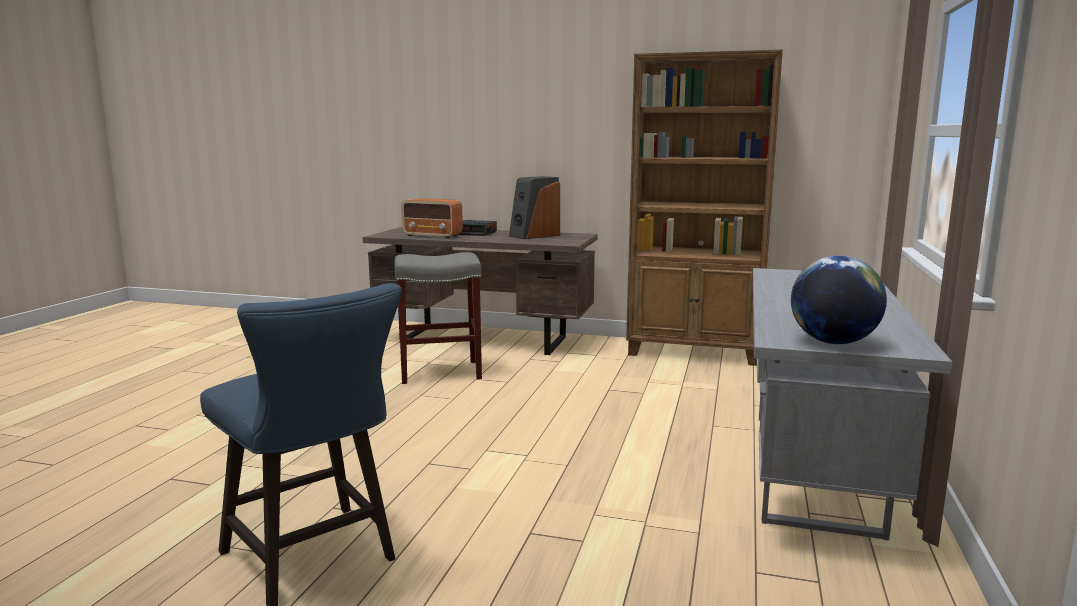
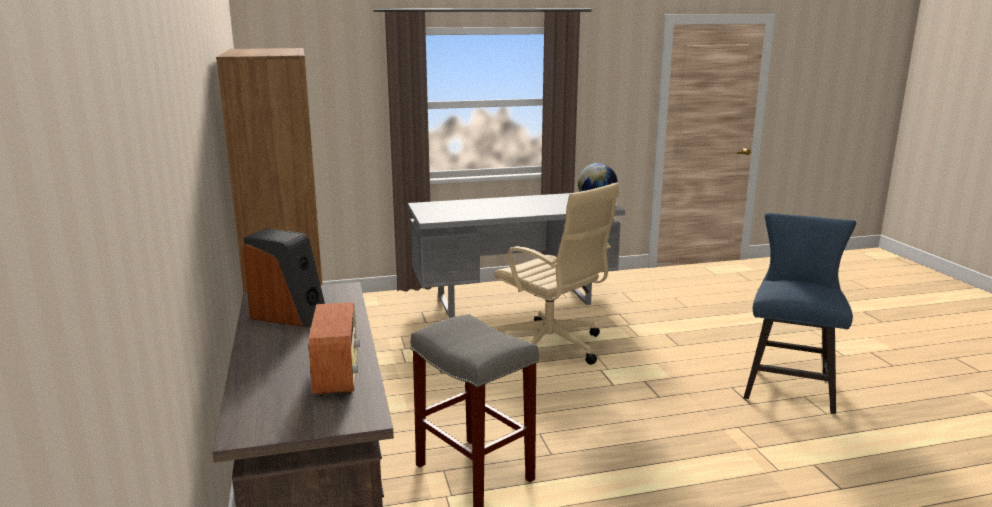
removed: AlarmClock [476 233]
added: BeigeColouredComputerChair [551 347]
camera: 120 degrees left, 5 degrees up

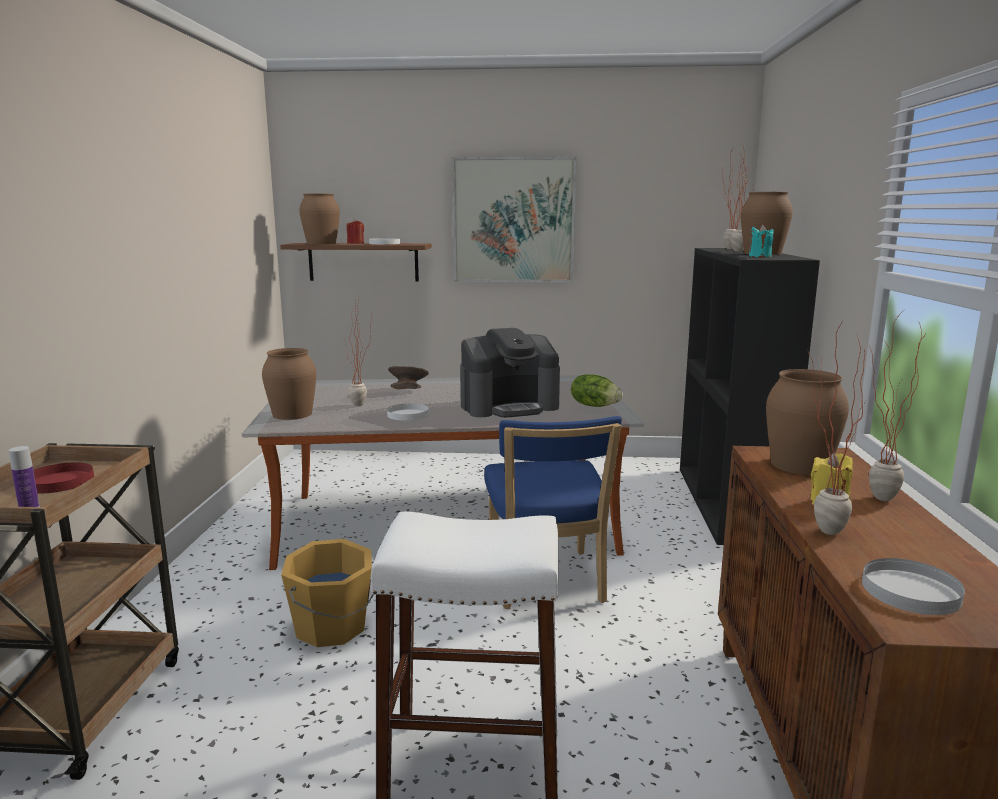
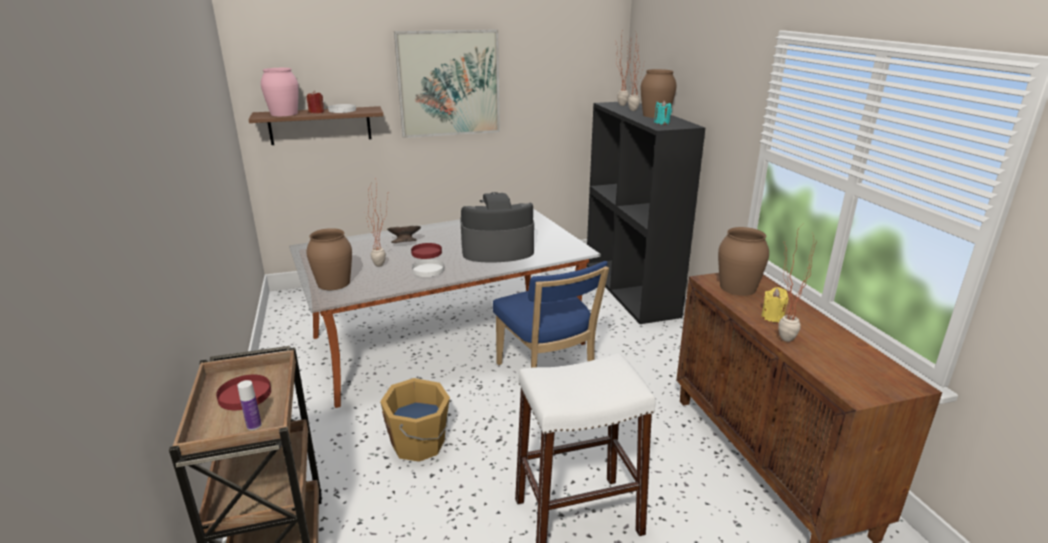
removed: Lettuce [594 405]; WhiteFlatDish [911 591]; PlantInAPot [873 499]
added: RedColouredFlatDish [426 253]
recoloured: BrownishVase [321 243] to PinkVase [284 114]
turned: CoffeeMaker [509 406] = [497 250] 150 degrees counterclockwise
camera: 20 degrees left, 10 degrees up

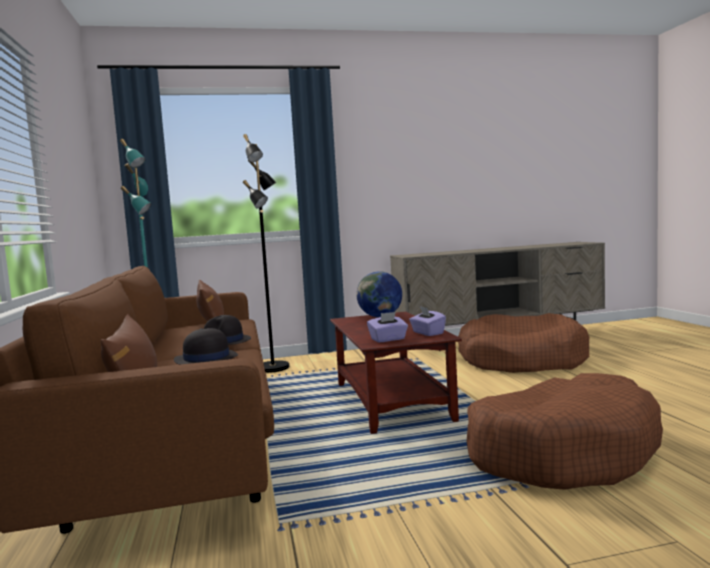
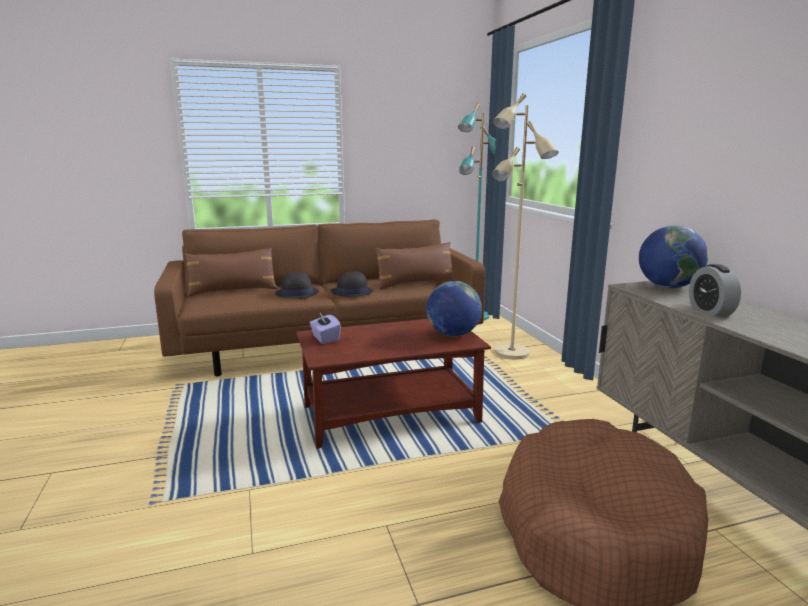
removed: PurpleColouredBoxOfTissues [427 333]; BrownishPetBed [561 452]
added: DeskGlobe [668 286]; AlarmClock [710 311]
recoloured: BlackColouredFloorLamp [274 368] to BeigeColouredFloorLamp [511 353]
camera: 85 degrees right, 10 degrees up

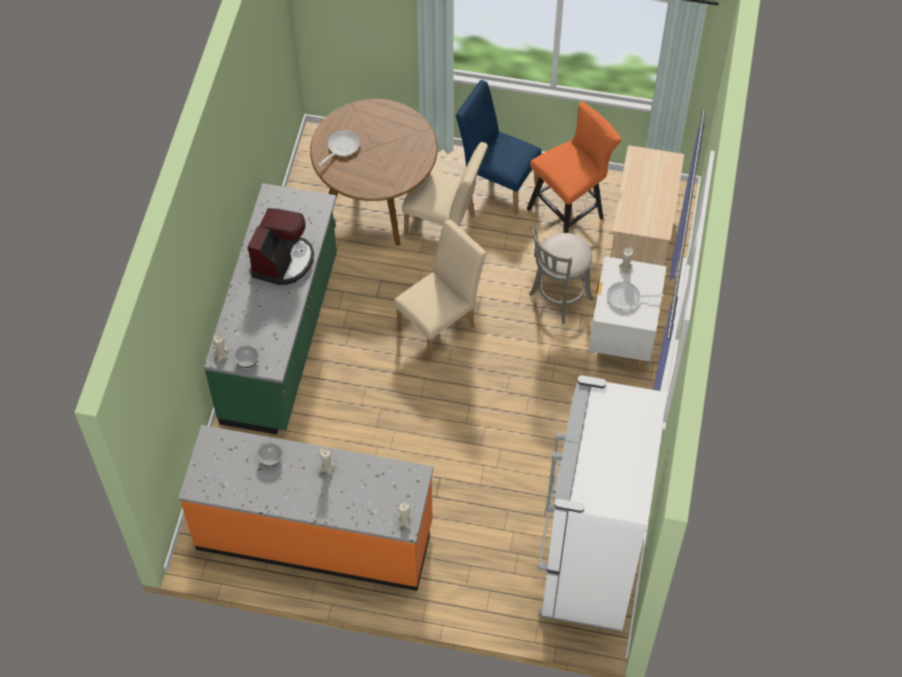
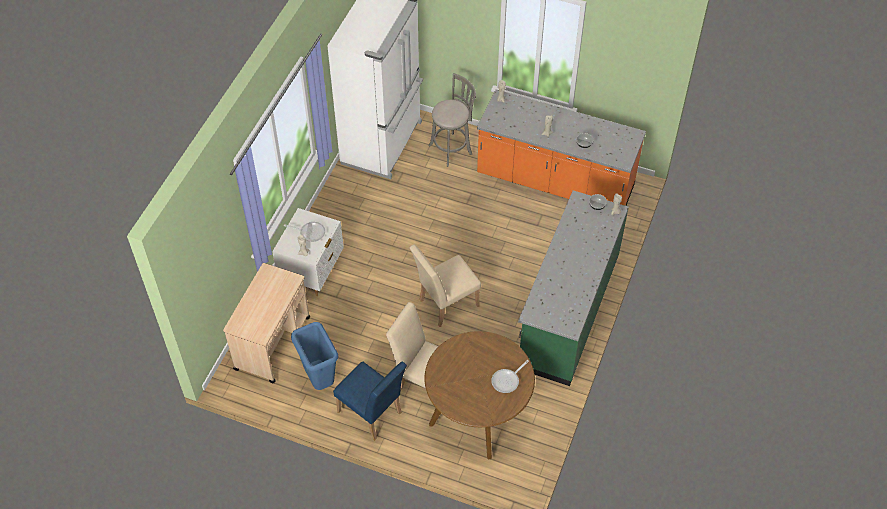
removed: CoffeeMaker [283 261]
moved: GreyStoolSeat [558 299] to [452 149]
replaced: OrangeyStoolSeat [570 212] to BlueTrashCan [319 380]
camera: 170 degrees left, 5 degrees down

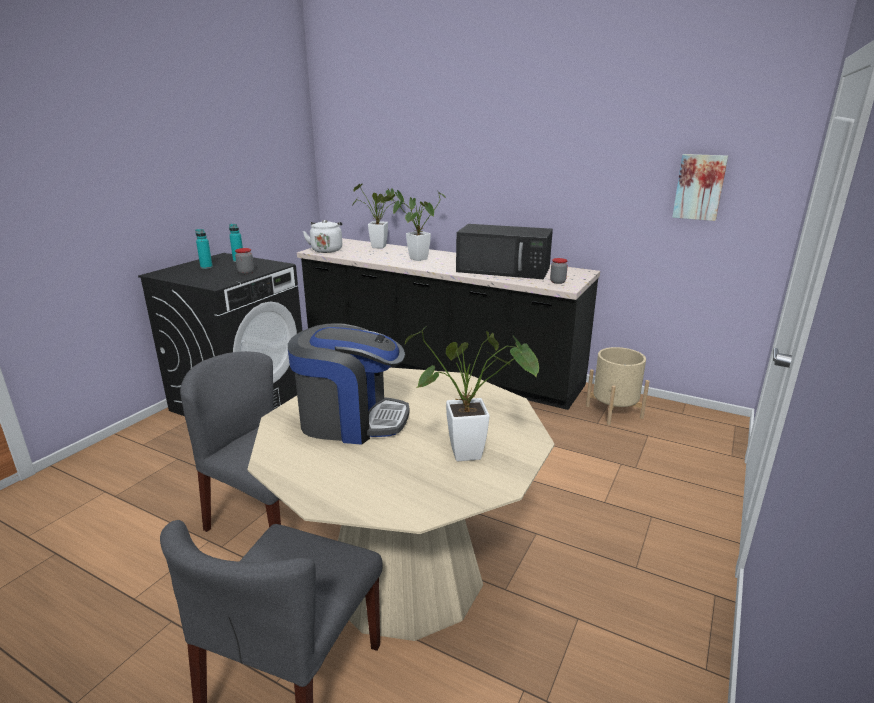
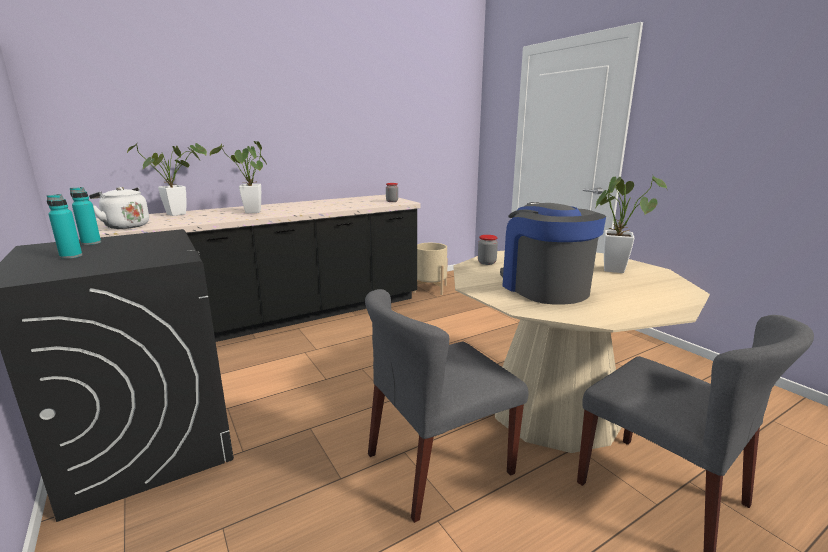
removed: BlackColouredMicrowave [504 269]; WallPicture [699 187]
moved: StorageJar [246 272] to [486 262]
turned: CoffeeMaker [351 420] = [543 288] 60 degrees counterclockwise
camera: 60 degrees left, 5 degrees down

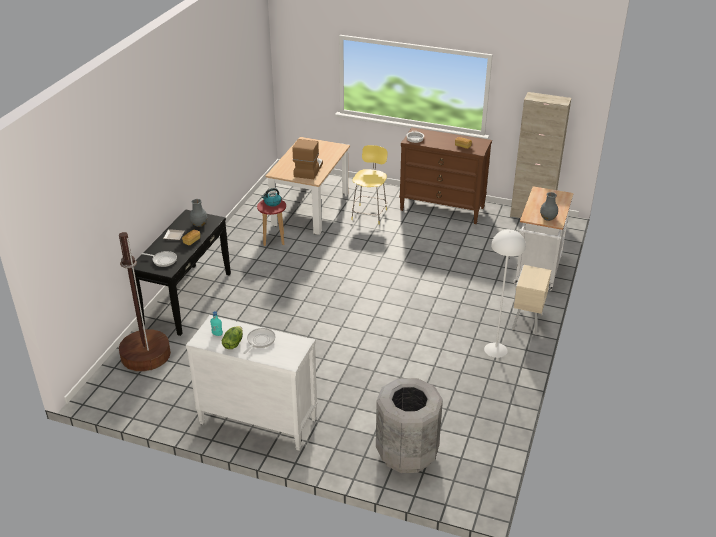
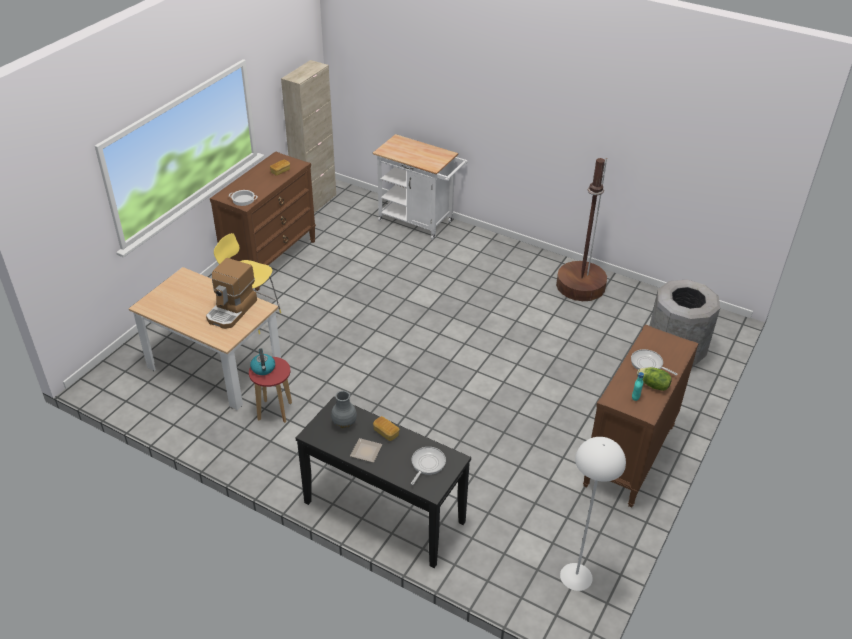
removed: BeigeColouredNightTable [526 322]; GreyVase [548 218]
moved: BrownishFloorLamp [145 355] to [580 286]; WhiteFloorLamp [495 350] to [576 577]
recoloured: WhiteDresser [257 421] to BrownishDresser [629 456]
turned: CoffeeMaker [308 170] = [232 310] 90 degrees counterclockwise
camera: 80 degrees left, 5 degrees up

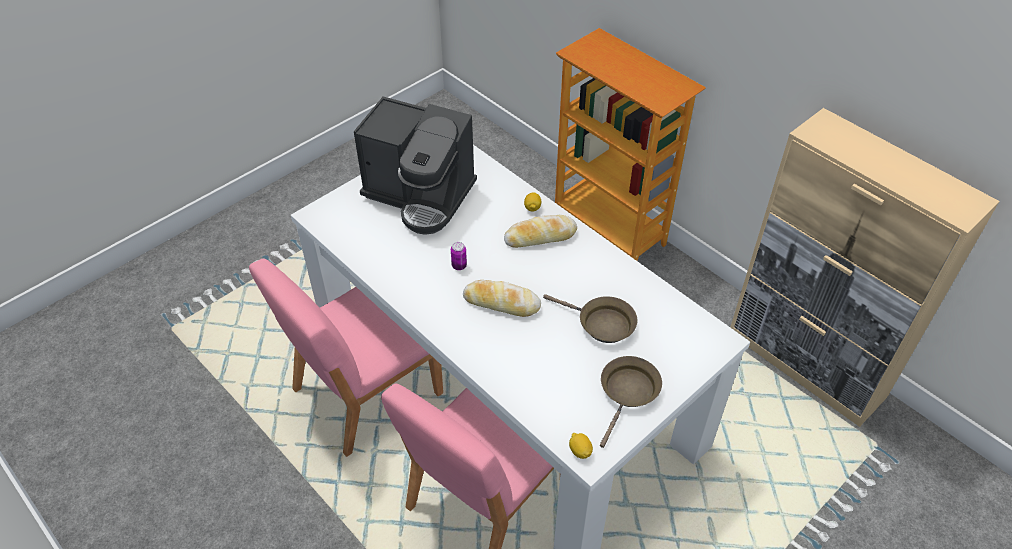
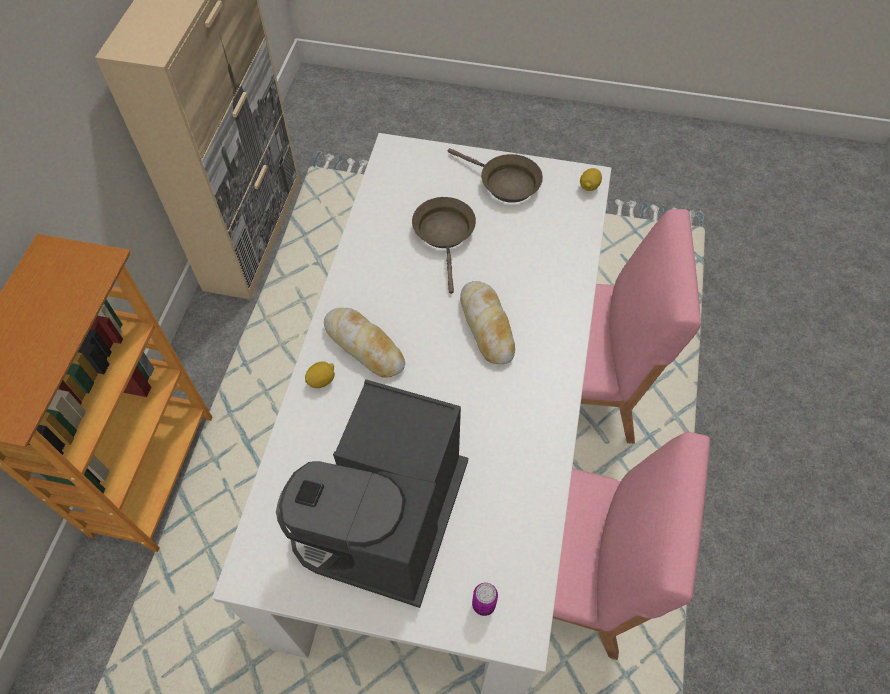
moved: SealedCan [459 266] to [483 604]
turned: CoffeeMaker [420 195] = [386 521] 150 degrees counterclockwise; BrownishSkillet [628 393] = [505 183] 135 degrees counterclockwise
camera: 125 degrees left, 10 degrees up

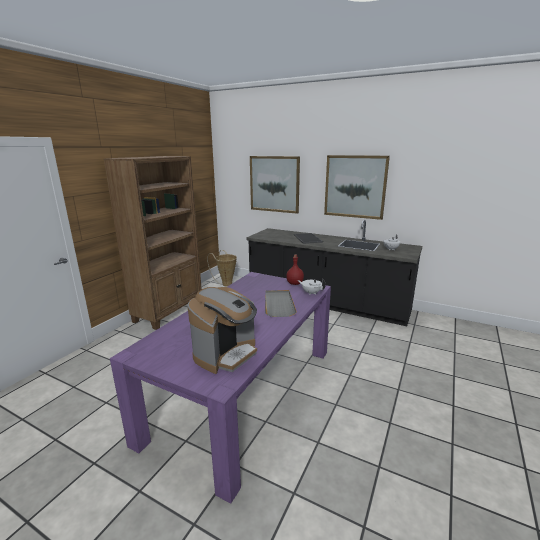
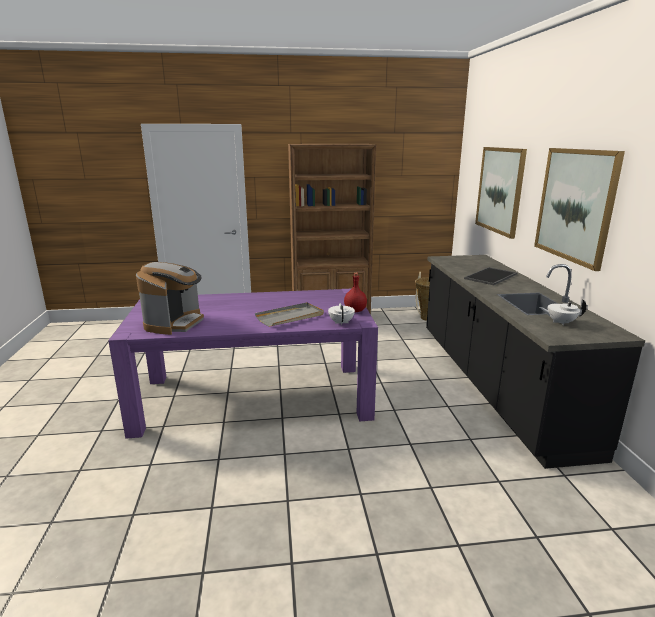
turned: CoffeeMaker [226 354] = [175 323] 75 degrees counterclockwise
camera: 55 degrees right, 0 degrees up

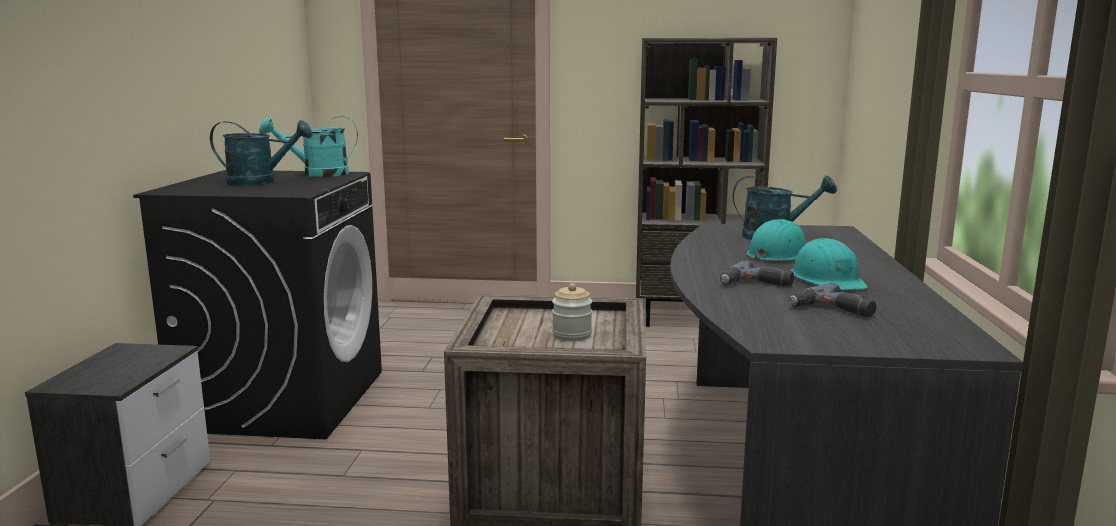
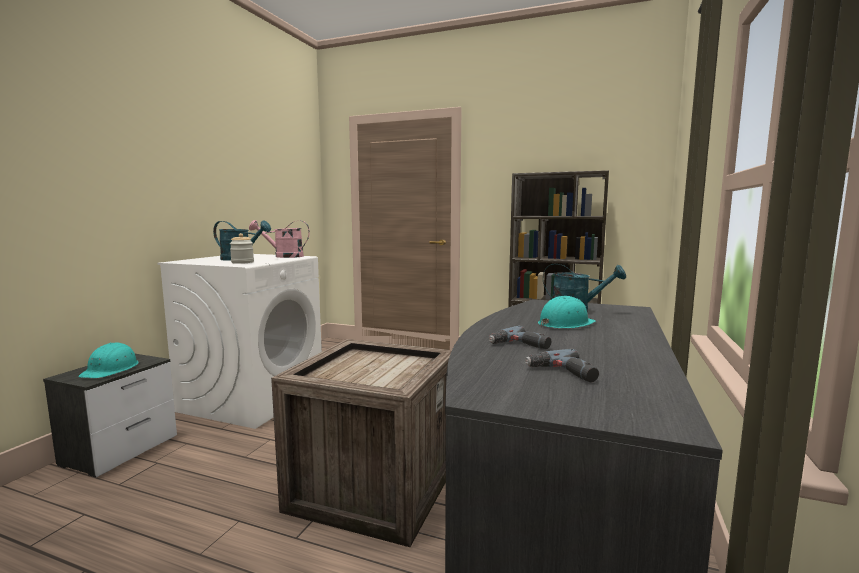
moved: StorageJar [572 335] to [242 262]; TurquoiseColouredSafetyHelmet [827 280] to [111 369]
recoloured: BlackColouredLaundryMachine [284 399] to WhiteLaundryMachine [253 398]; TurquoiseColouredWateringCan [317 174] to PinkWateringCan [283 256]
camera: 15 degrees right, 5 degrees down

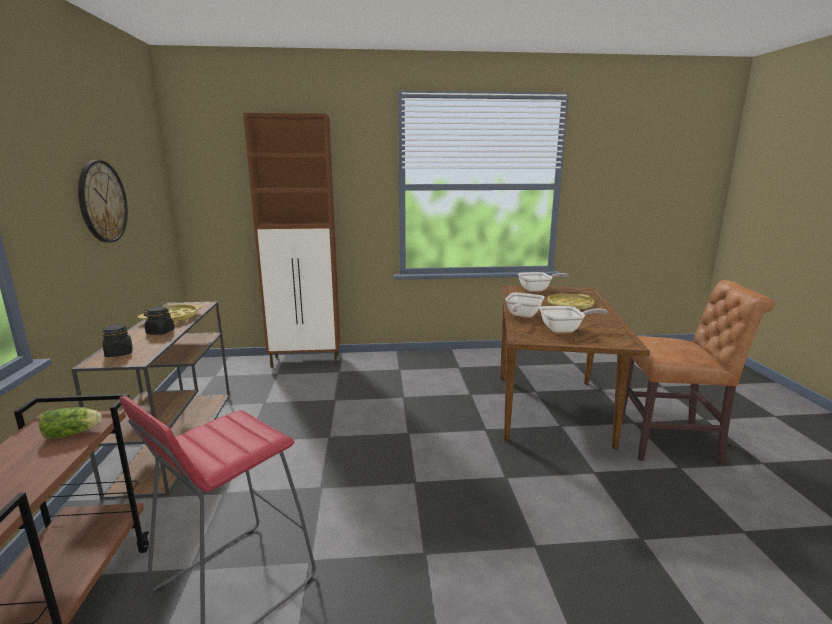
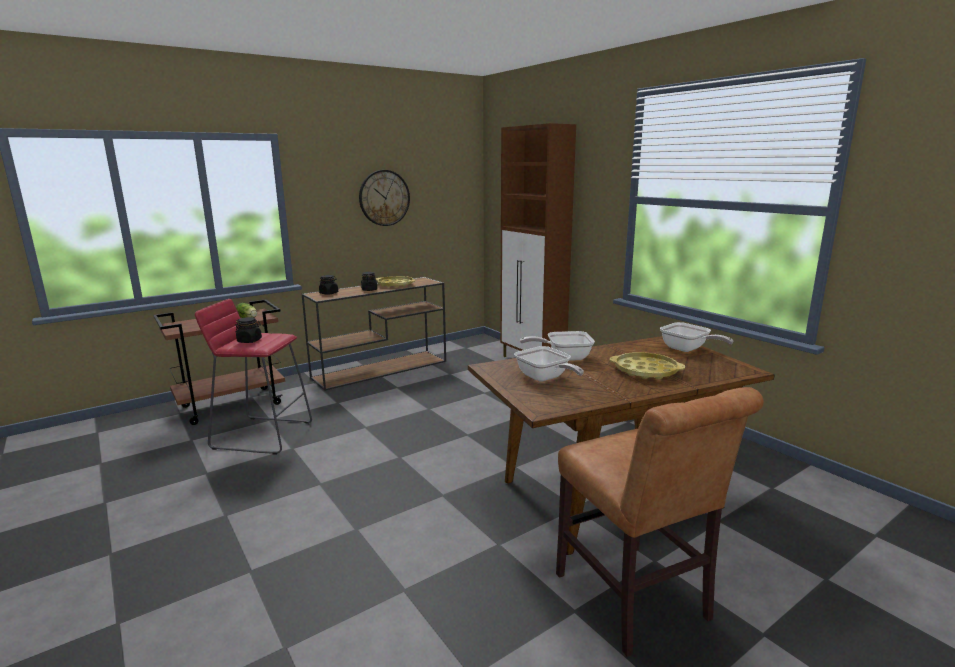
added: BlackColouredStorageJar [249 341]
camera: 60 degrees right, 0 degrees up

